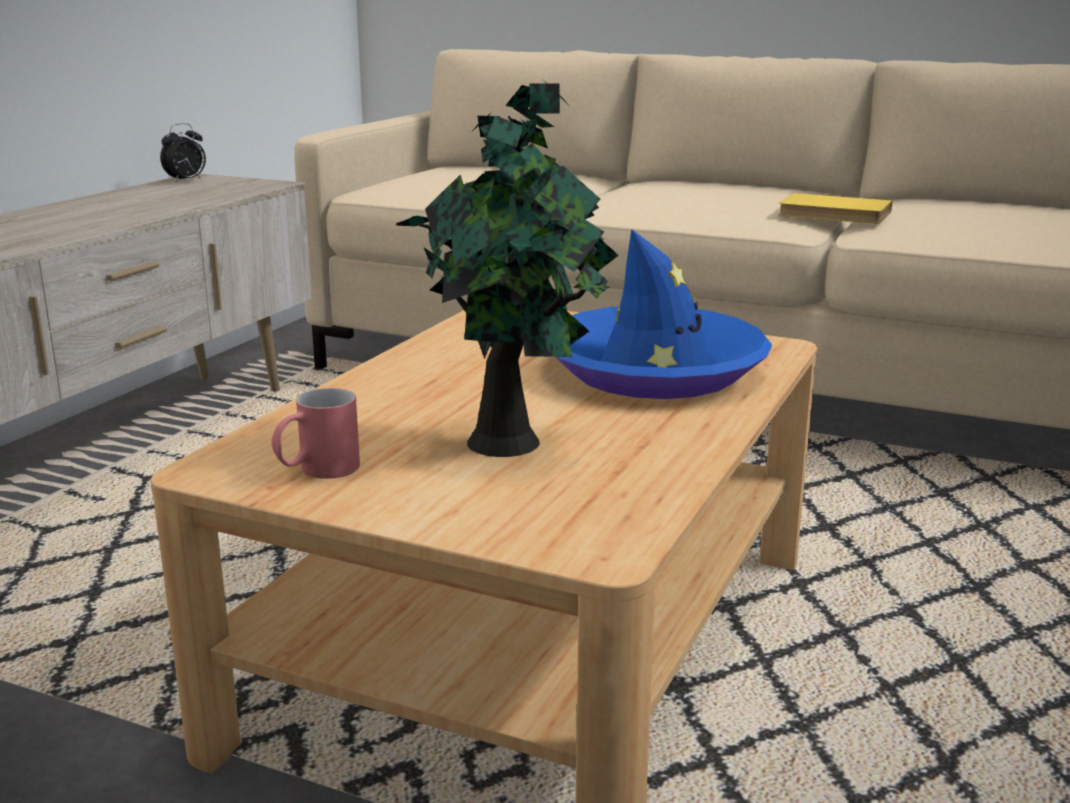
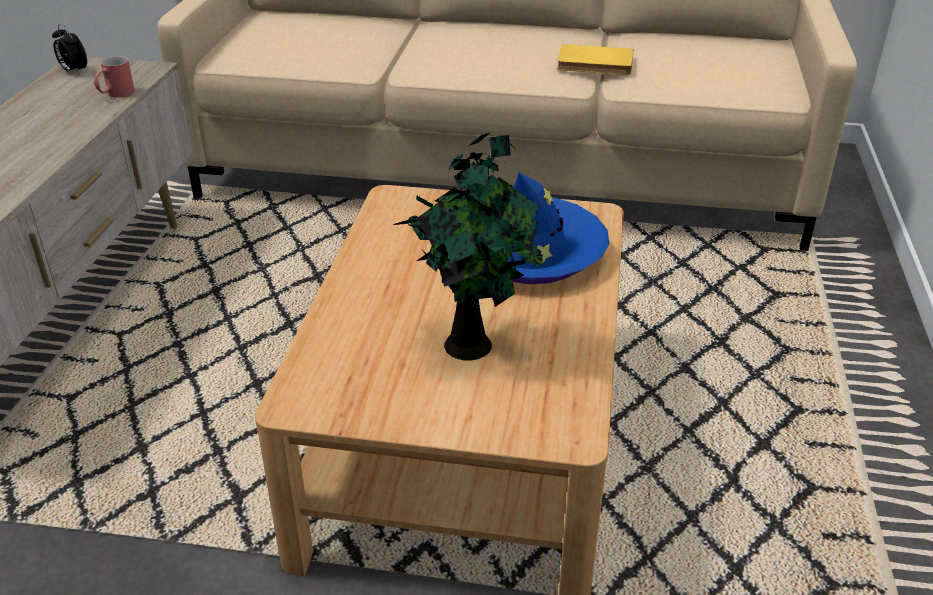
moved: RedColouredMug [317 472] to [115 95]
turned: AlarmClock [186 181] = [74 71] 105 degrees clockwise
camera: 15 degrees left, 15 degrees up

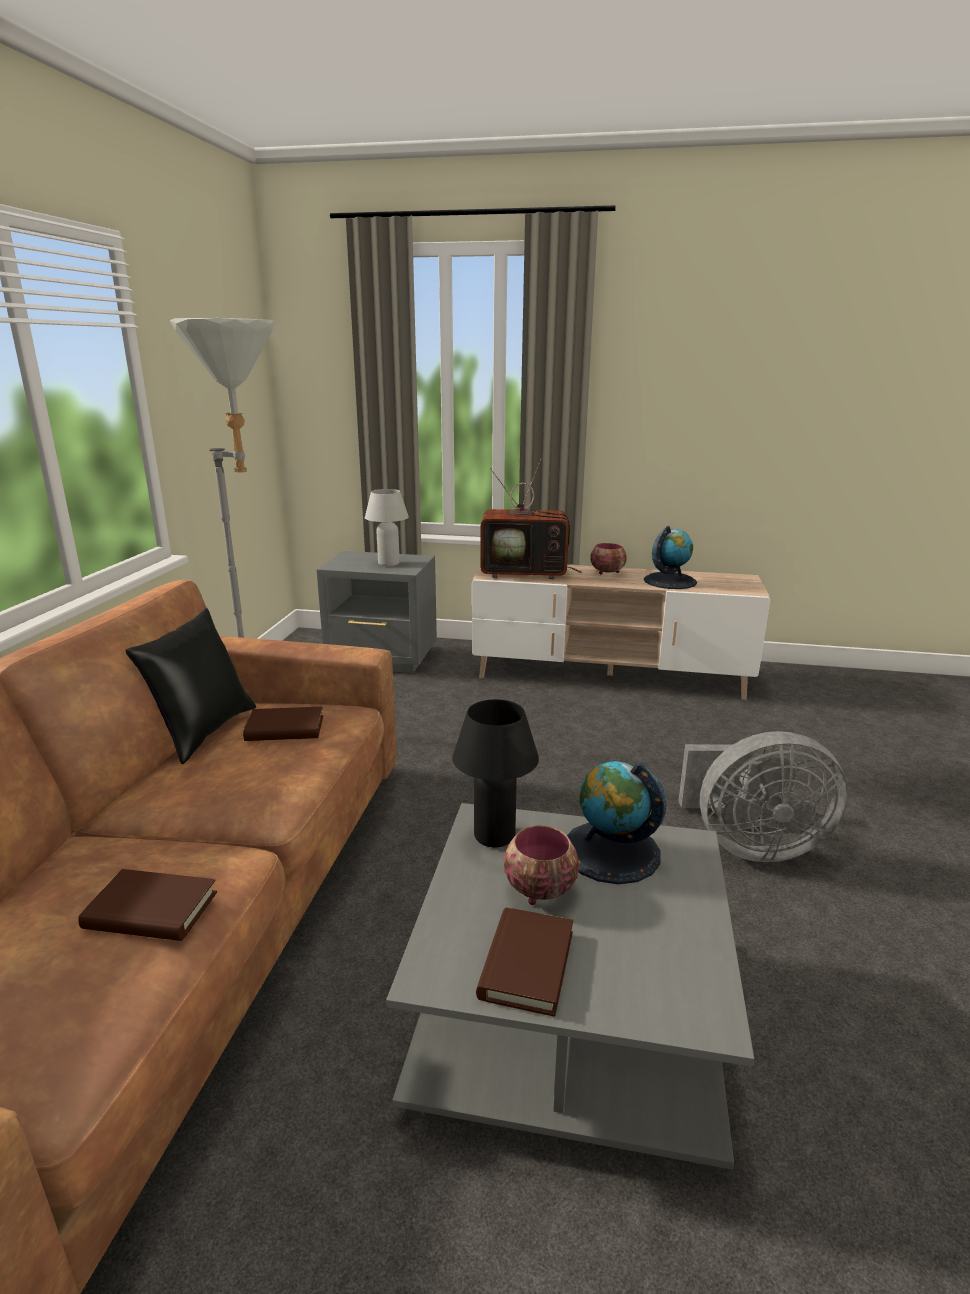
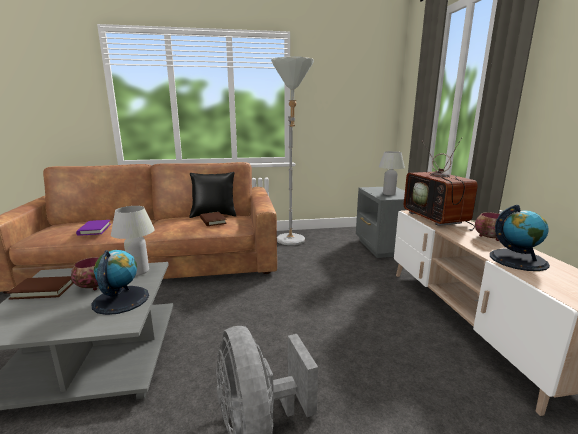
recoloured: BrownishBoundBook [151 911] to PurpleColouredBoundBook [94 229]; BlackColouredLampForATable [494 836] to WhiteLampForATable [138 271]
camera: 70 degrees right, 5 degrees down

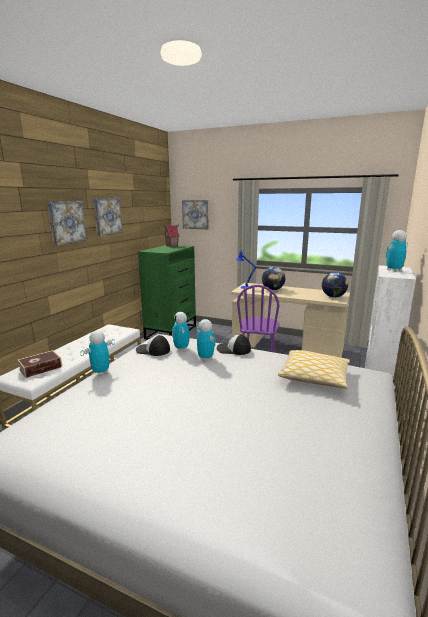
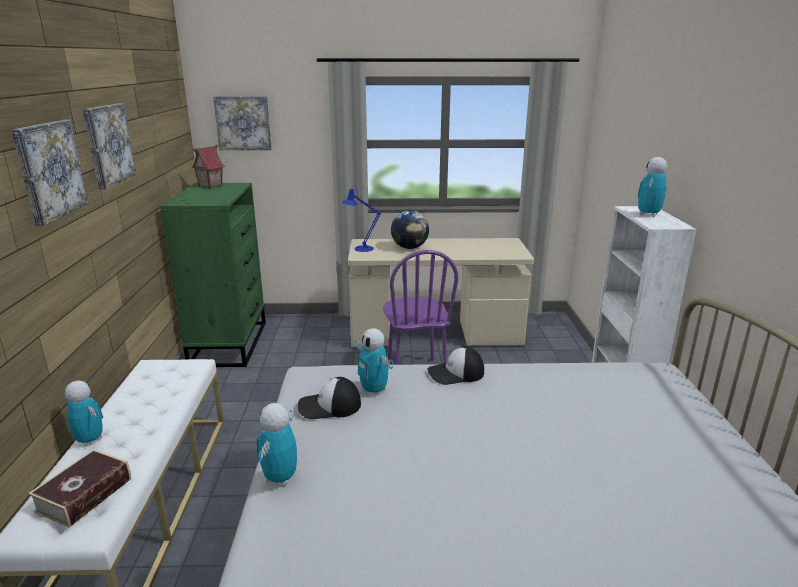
removed: Pillow [314 377]; DeskGlobe [333 297]
moved: ToyRobot [205 358] to [90 440]
camera: 25 degrees left, 5 degrees up

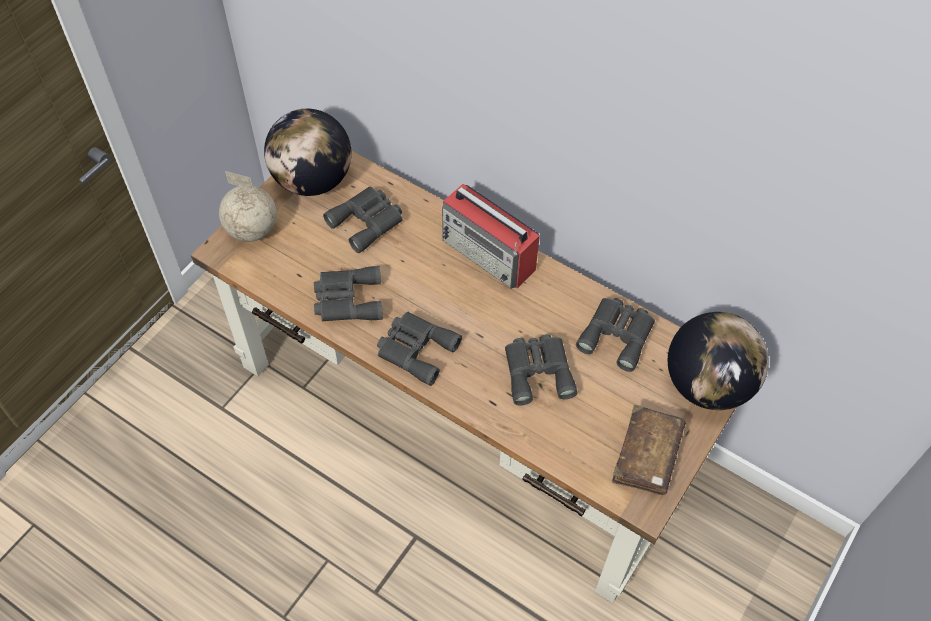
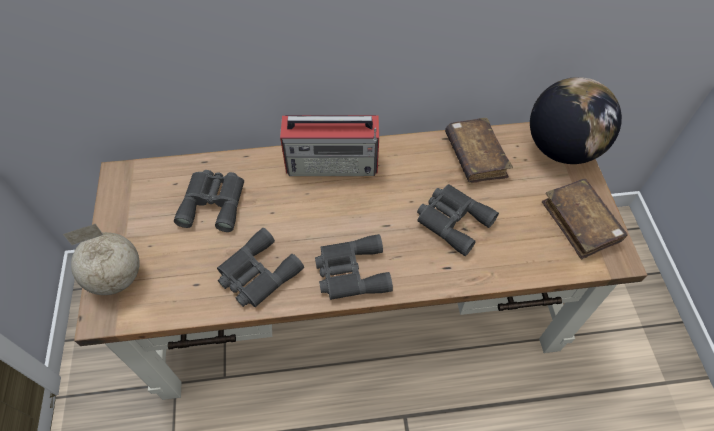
removed: DeskGlobe [312 180]
replaced: GreyFieldGlasses [617 334] to BrownishBoundBook [475 156]
camera: 40 degrees left, 0 degrees up

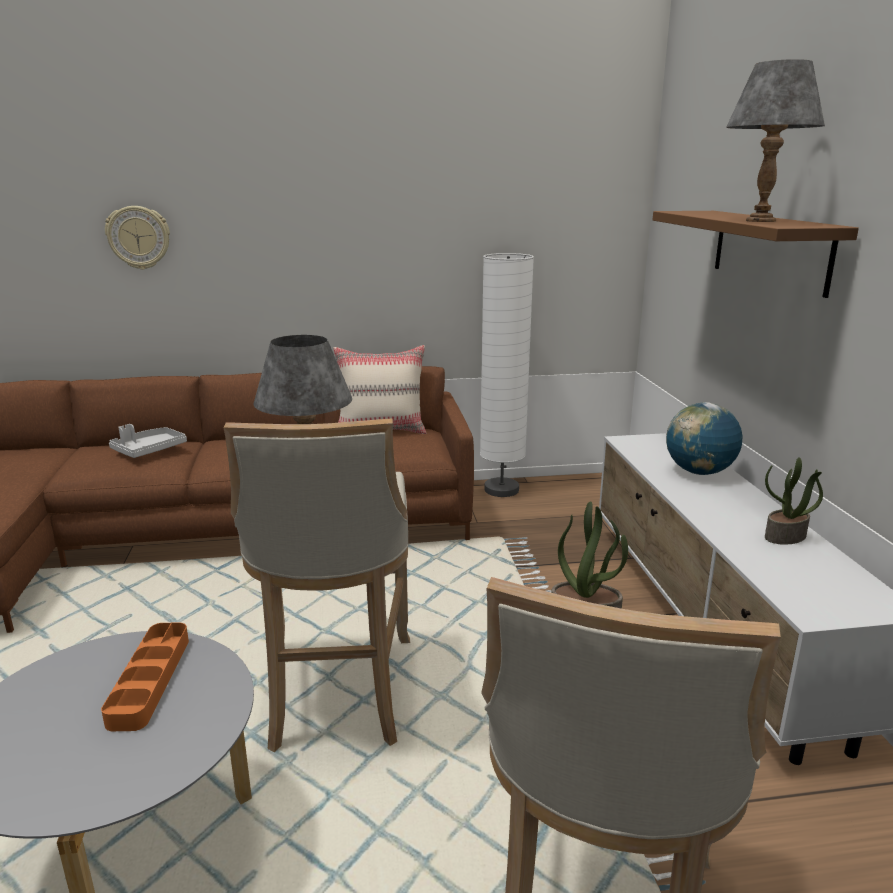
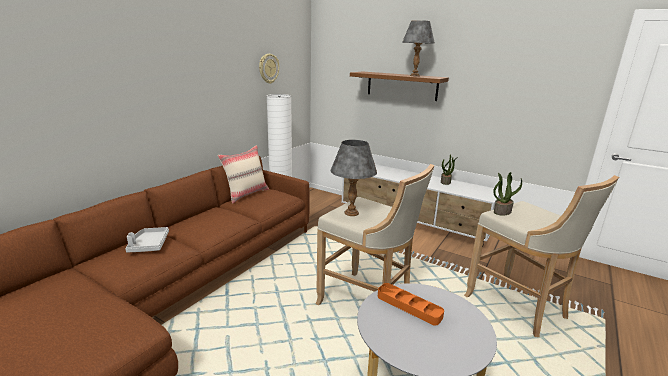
removed: DeskGlobe [699 472]
moved: ClockOnTheWall [139 237] to [268 68]
camera: 50 degrees left, 0 degrees up

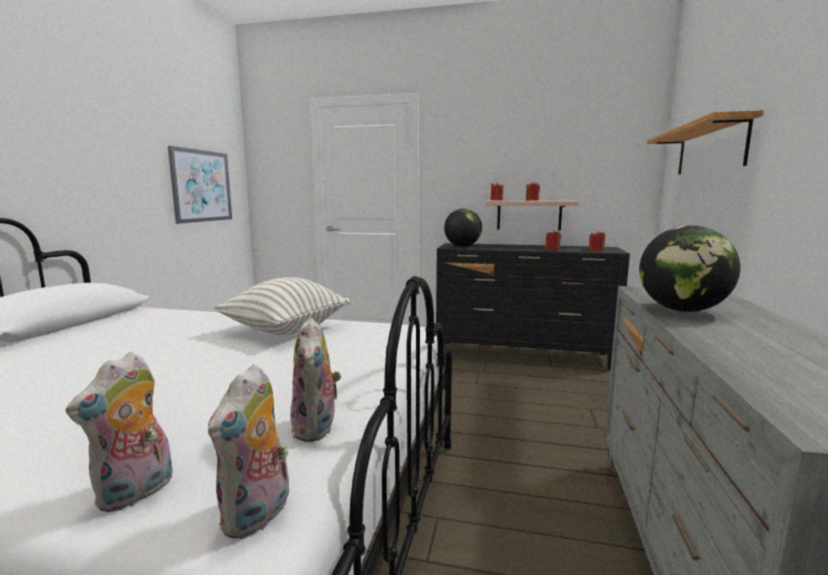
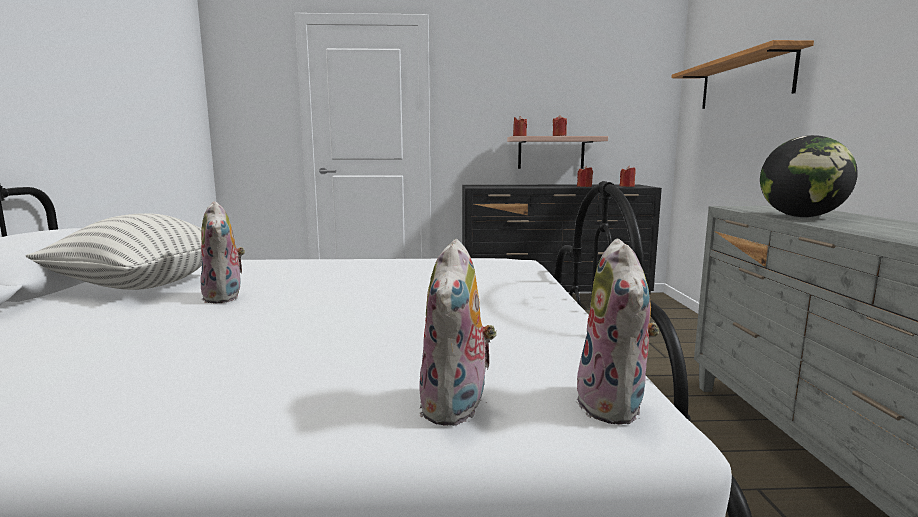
removed: WallPicture [201 186]; DeskGlobe [462 246]
moved: Pillow [286 330] to [141 285]; PlushToy [317 428] to [225 297]
camera: 15 degrees left, 0 degrees up

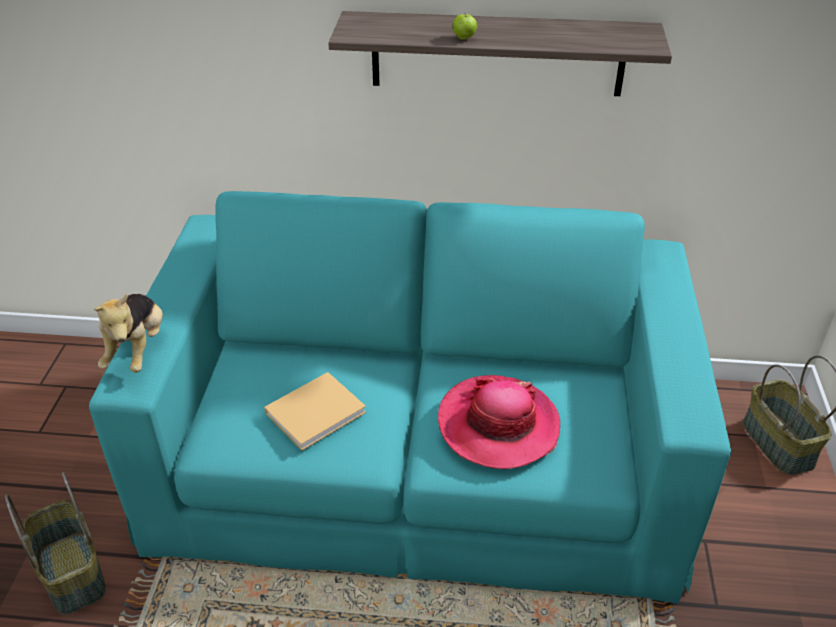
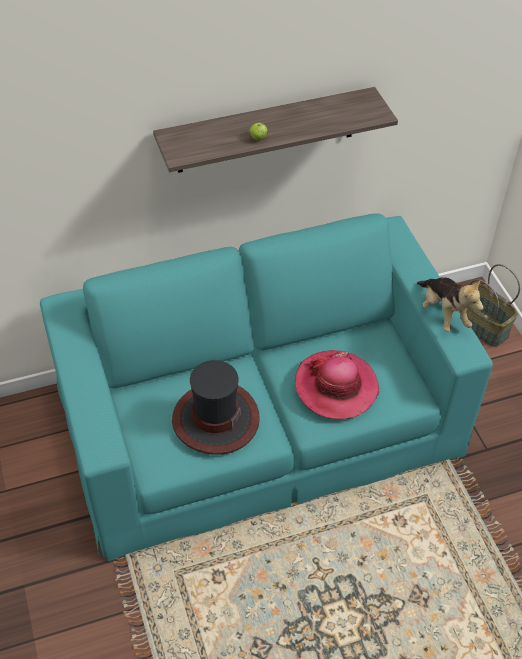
removed: HouseholdBasket [74 573]
moved: PlushToy [137 350] to [443 314]
replaced: BeigeColouredBoundBook [318 411] to ClothingHat [215 419]
camera: 25 degrees left, 10 degrees up

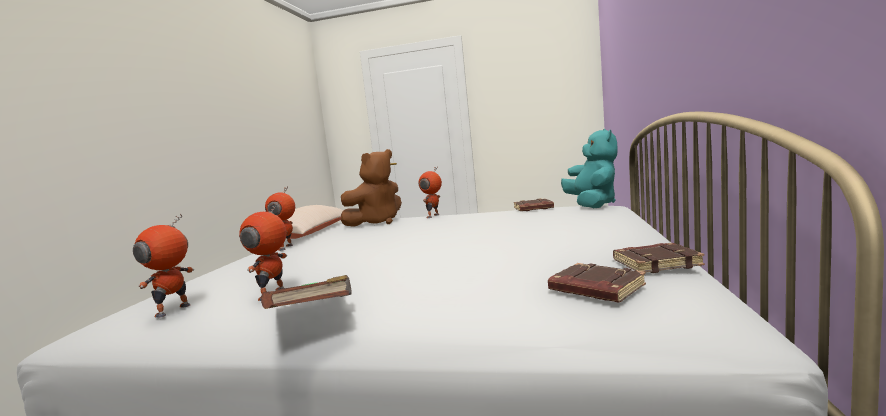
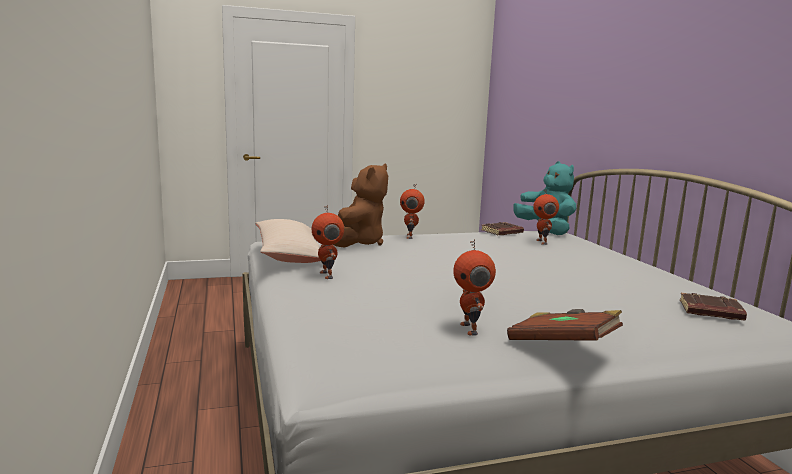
removed: BrownishBoundBook [656 263]
moved: ToyRobot [174 311] to [542 242]
camera: 30 degrees left, 5 degrees up

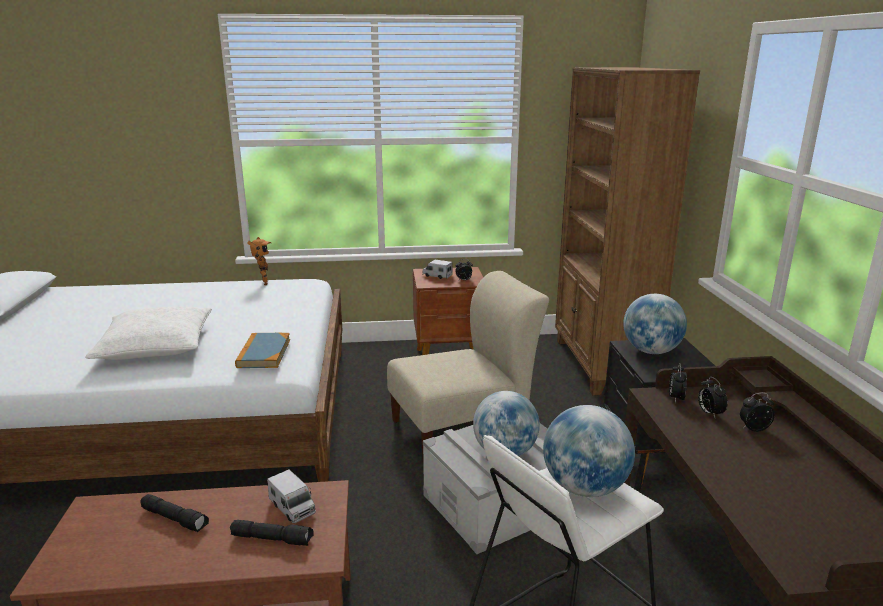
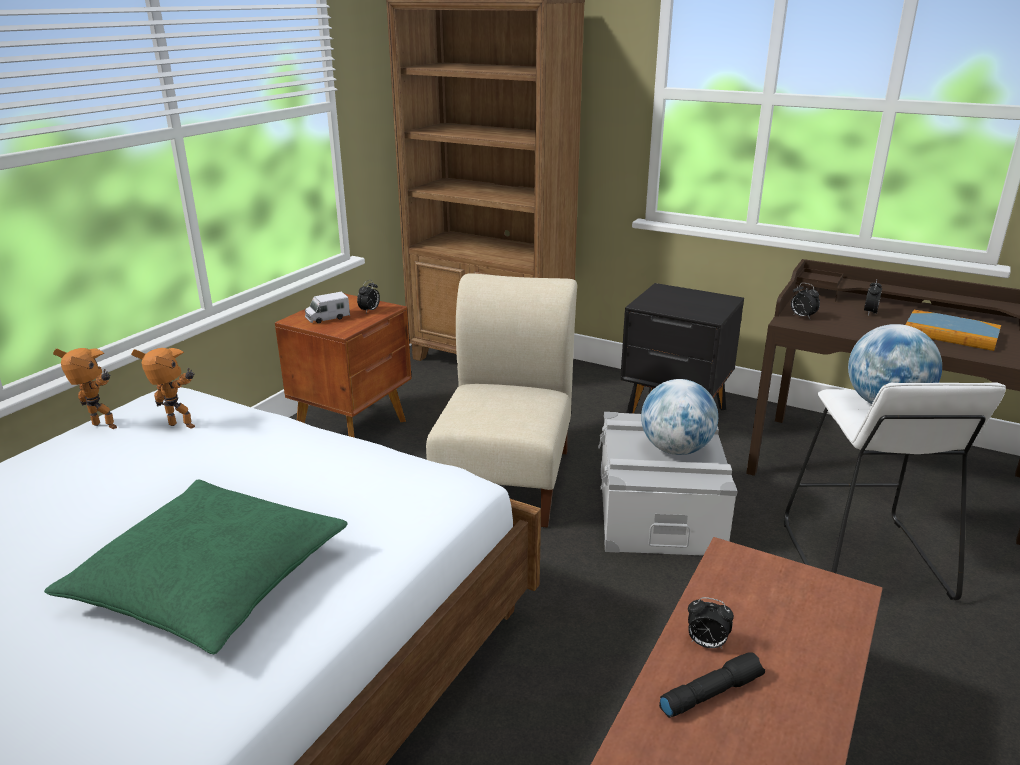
removed: BlackColouredTorch [273 538]; ToyTruck [292 508]; DeskGlobe [651 351]
added: ToyRobot [179 428]
moved: BoundBook [264 353] to [950 334]; AlarmClock [709 413] to [706 644]
recoloured: WhitePillow [156 346] to GreenColouredPillow [210 580]
camera: 55 degrees left, 5 degrees up

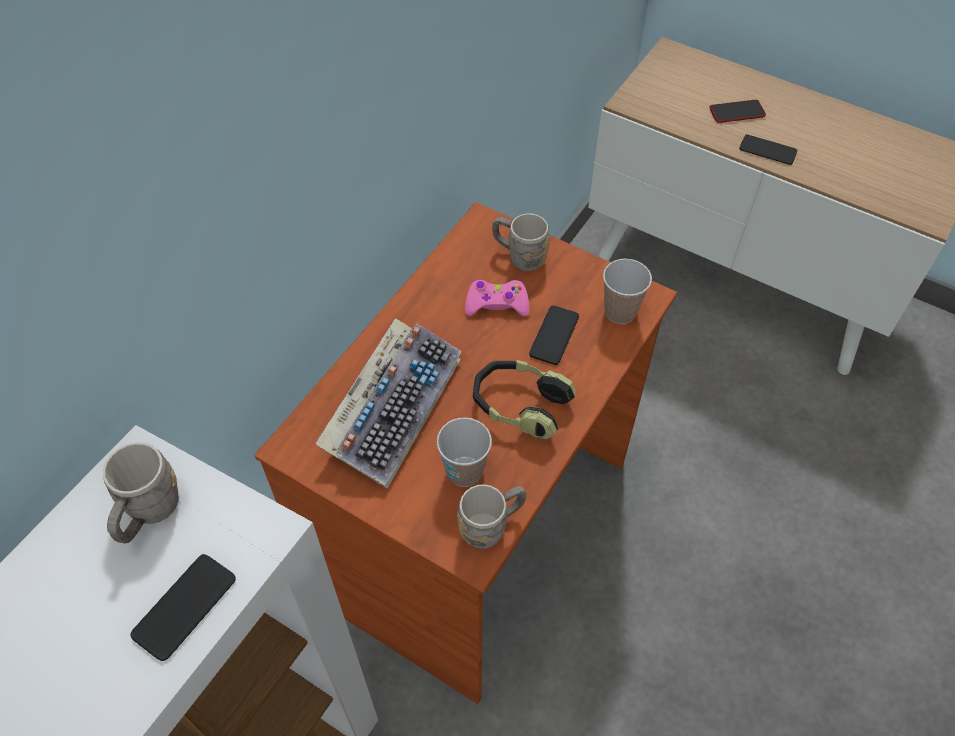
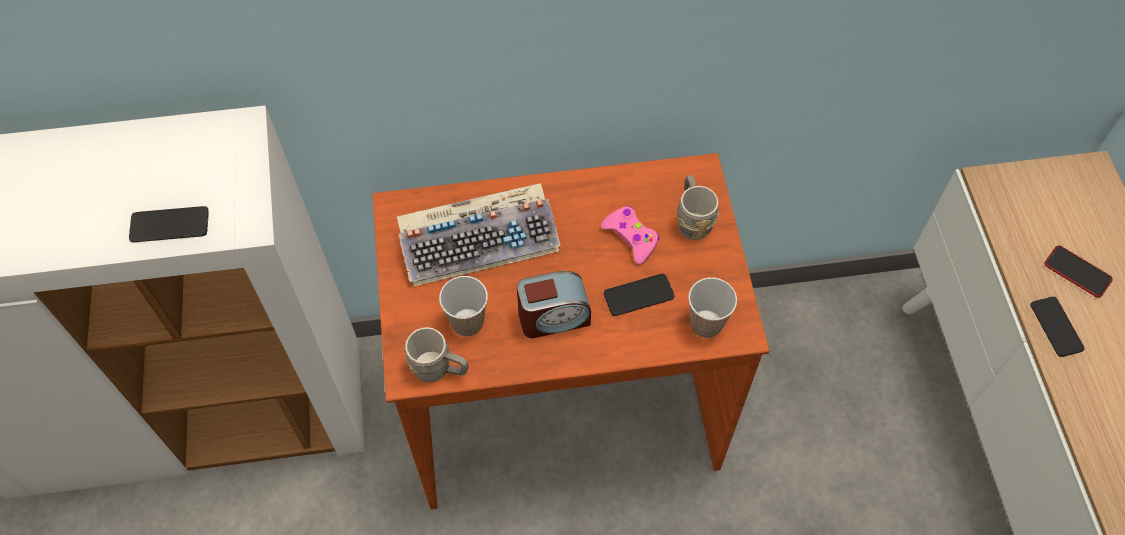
removed: GreyMug [148 513]
replaced: Headphones [520 406] to AlarmClock [553 317]
camera: 50 degrees right, 5 degrees up

